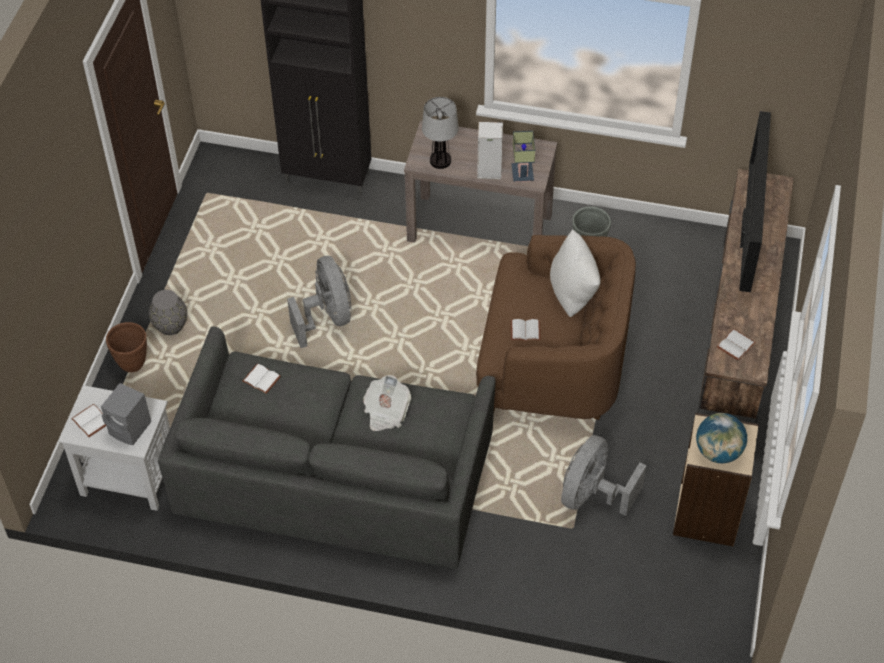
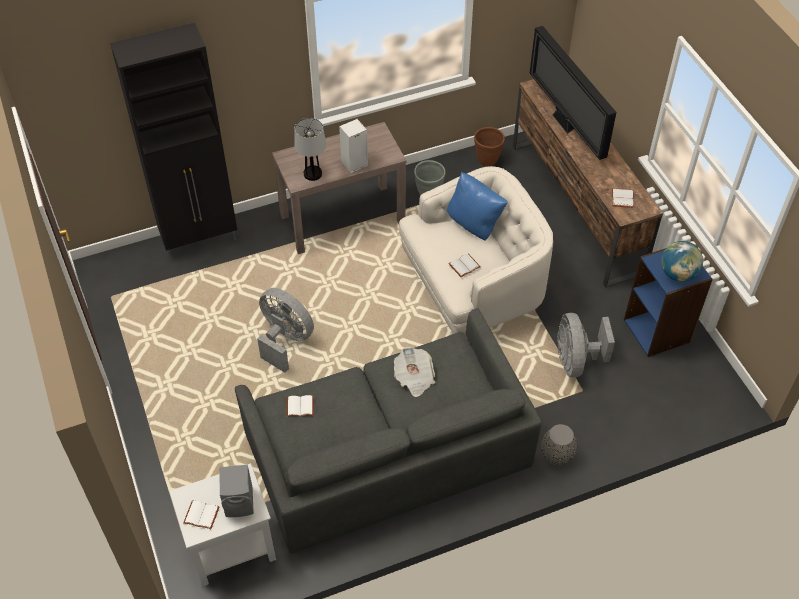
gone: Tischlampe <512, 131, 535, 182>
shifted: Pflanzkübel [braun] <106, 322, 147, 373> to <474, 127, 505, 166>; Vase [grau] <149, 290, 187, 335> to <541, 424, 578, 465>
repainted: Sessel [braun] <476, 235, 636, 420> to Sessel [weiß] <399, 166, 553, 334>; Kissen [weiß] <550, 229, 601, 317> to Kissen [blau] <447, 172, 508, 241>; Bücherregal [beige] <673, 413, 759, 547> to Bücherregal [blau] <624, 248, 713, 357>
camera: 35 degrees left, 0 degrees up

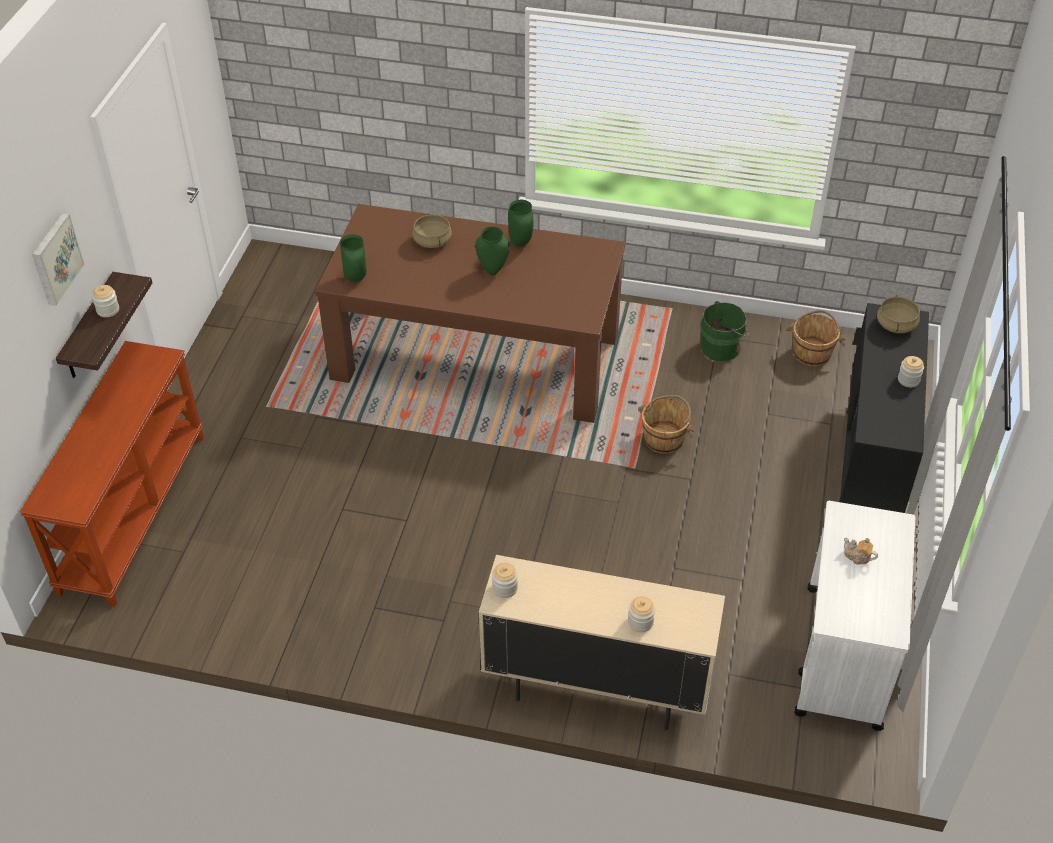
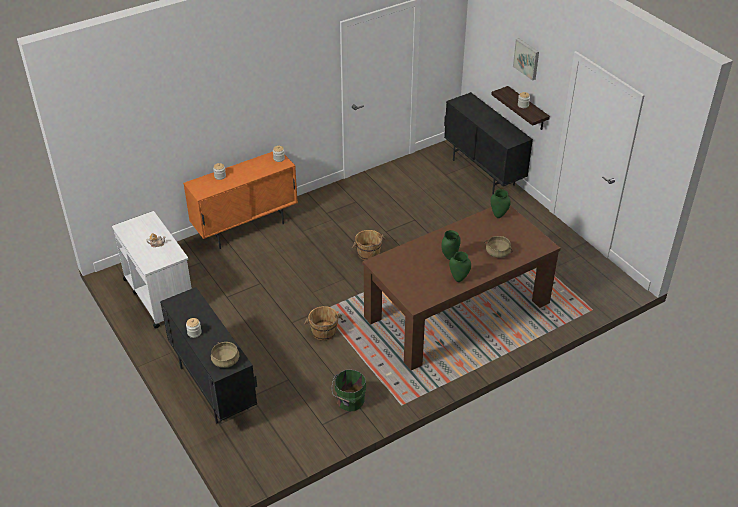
shifted: Eimer [braun] <786, 310, 845, 366> to <352, 230, 385, 260>
swapped: Konsolentisch [braun] <20, 341, 204, 607> to Schrank [schwarz] <444, 92, 533, 194>
repainted: Schrank [beige] <479, 555, 725, 730> to Schrank [orange] <183, 152, 298, 249>
camera: 135 degrees right, 5 degrees down

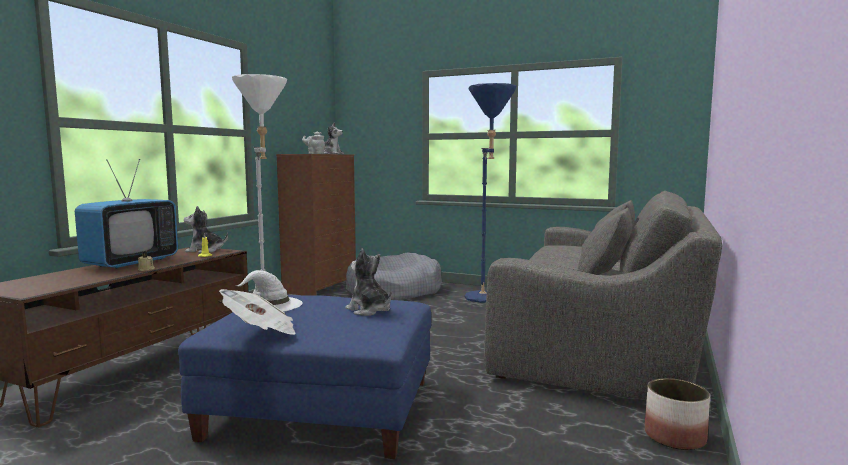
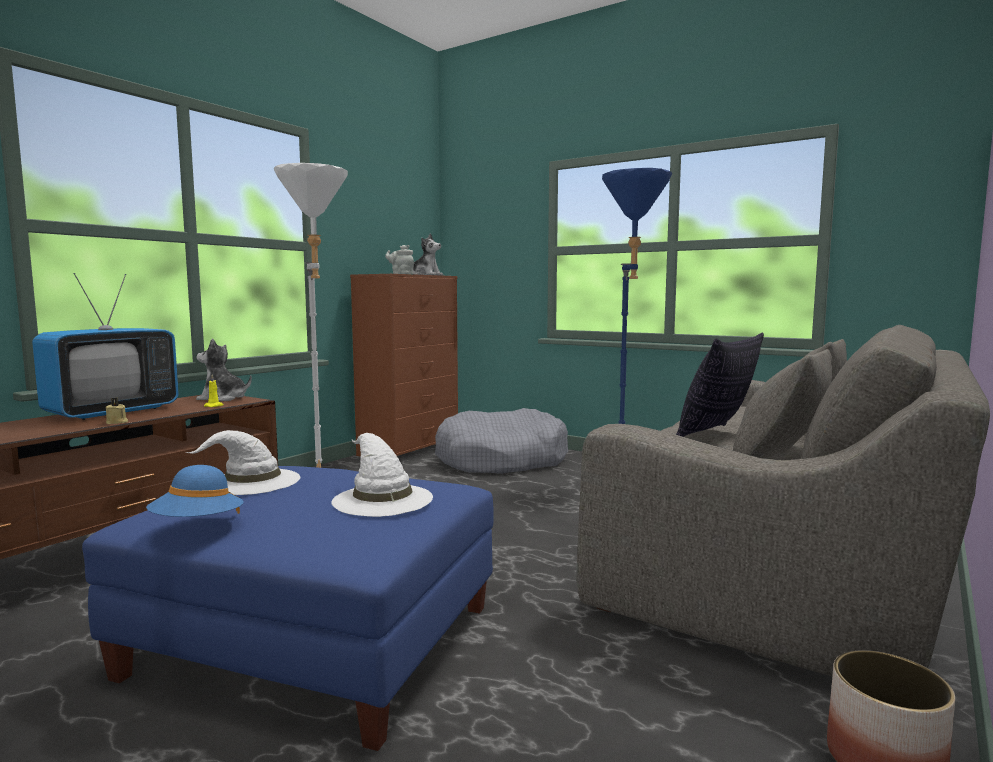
new: Kissen <676, 333, 764, 437>
swapped: Zeitung <219, 289, 296, 335> to Hut [blau] <146, 465, 244, 517>; Plüschtier <345, 249, 392, 316> to Hut [weiß] <331, 433, 433, 517>
camera: 10 degrees right, 0 degrees up

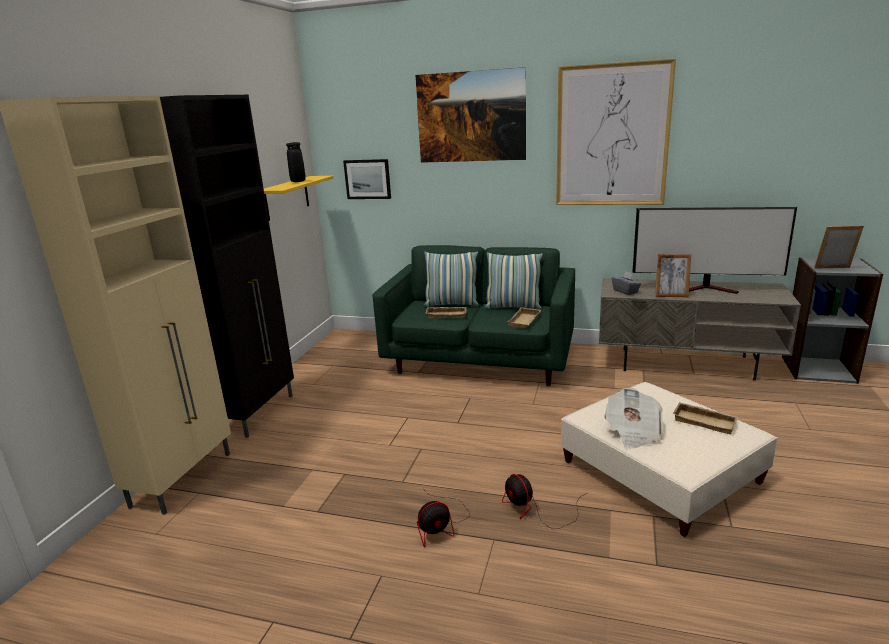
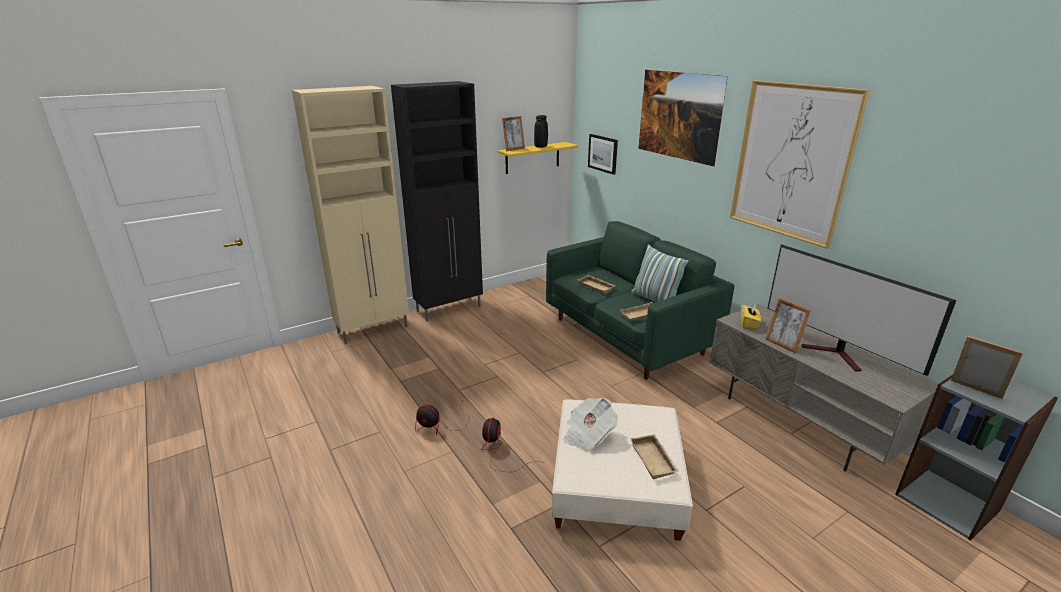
gone: Kissen <424, 251, 479, 307>
new: Bilderrahmen <502, 116, 525, 151>
repainted: Taschentuchbox [grau] <612, 271, 641, 295> to Taschentuchbox [gelb] <741, 303, 761, 329>
camera: 40 degrees right, 5 degrees up

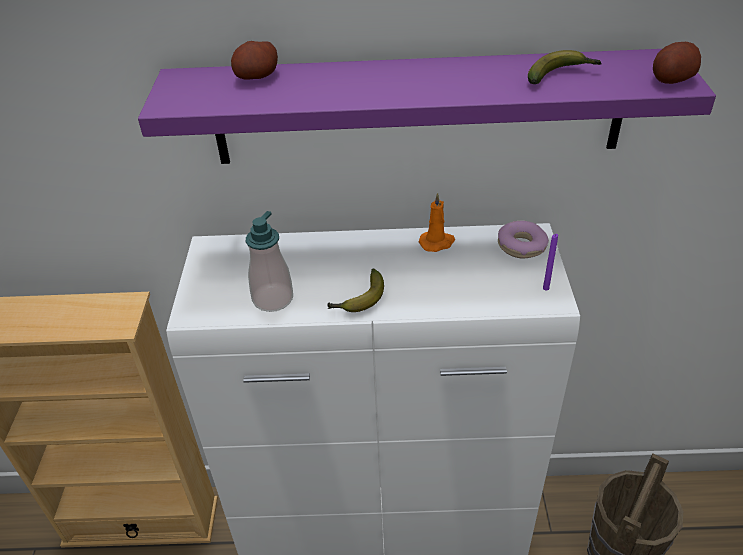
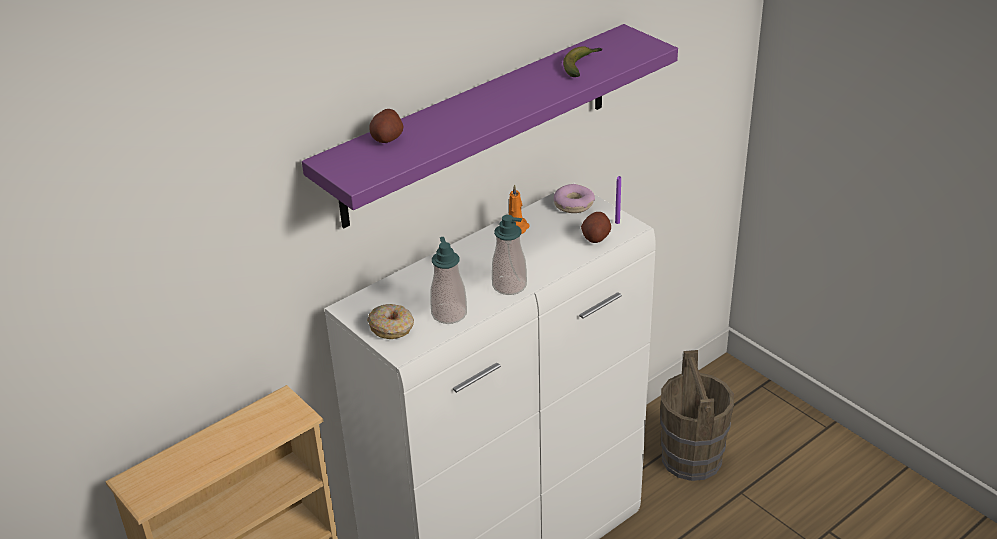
new: Donut <367, 304, 414, 339>
shifted: Kartoffel <653, 42, 701, 84> to <581, 212, 611, 243>
swapped: Banane <327, 269, 384, 312> to Seifenspender <492, 215, 527, 295>
camera: 40 degrees left, 5 degrees down

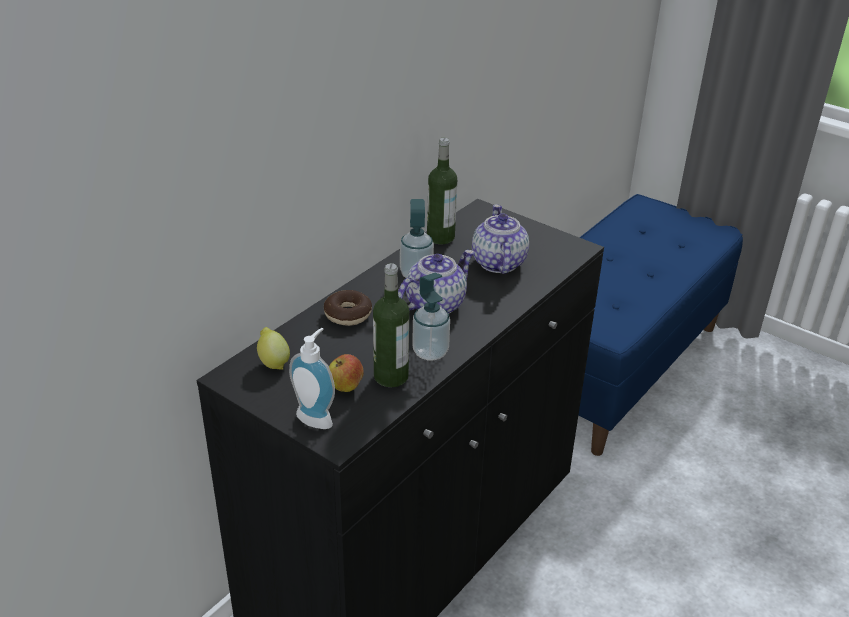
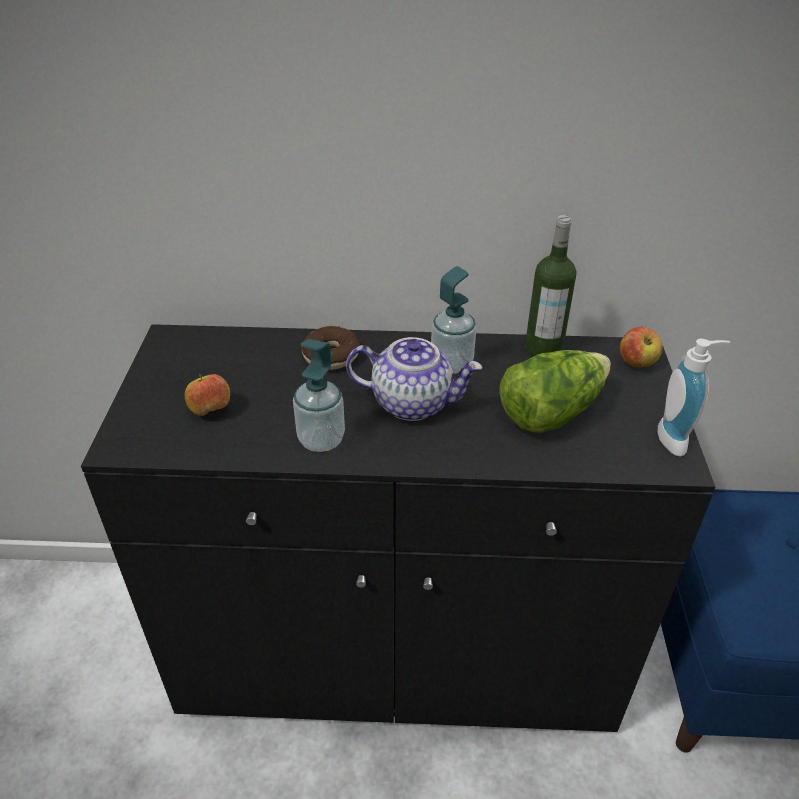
gone: Zitrone <257, 327, 290, 369>; Flasche <373, 263, 409, 387>
new: Apfel <620, 327, 663, 367>
shifted: Seifenspender <289, 328, 335, 429> to <658, 339, 731, 457>
swapped: Teekanne <472, 204, 529, 274> to Salatkopf <499, 350, 611, 433>
camera: 55 degrees right, 5 degrees up

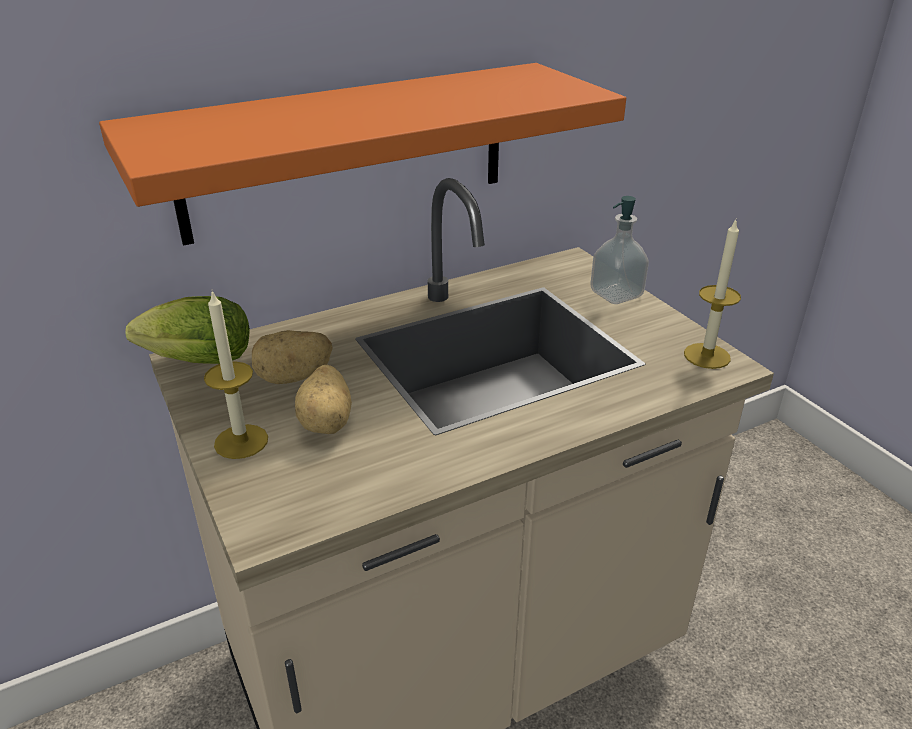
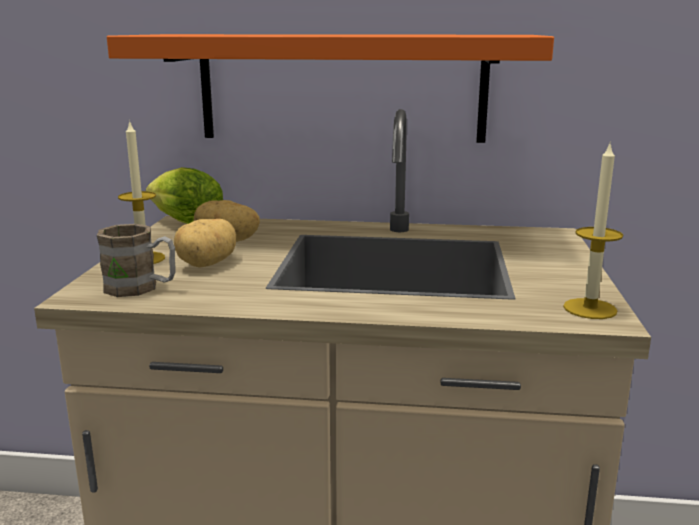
gone: Seifenspender <590, 196, 649, 304>
new: Henkelbecher [braun] <97, 224, 175, 297>
camera: 35 degrees right, 15 degrees down

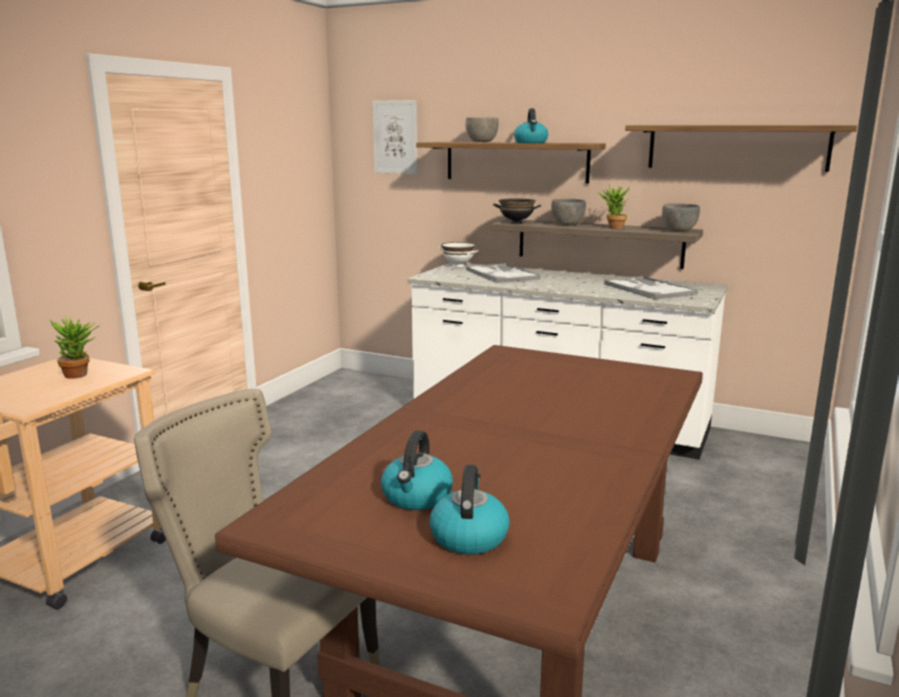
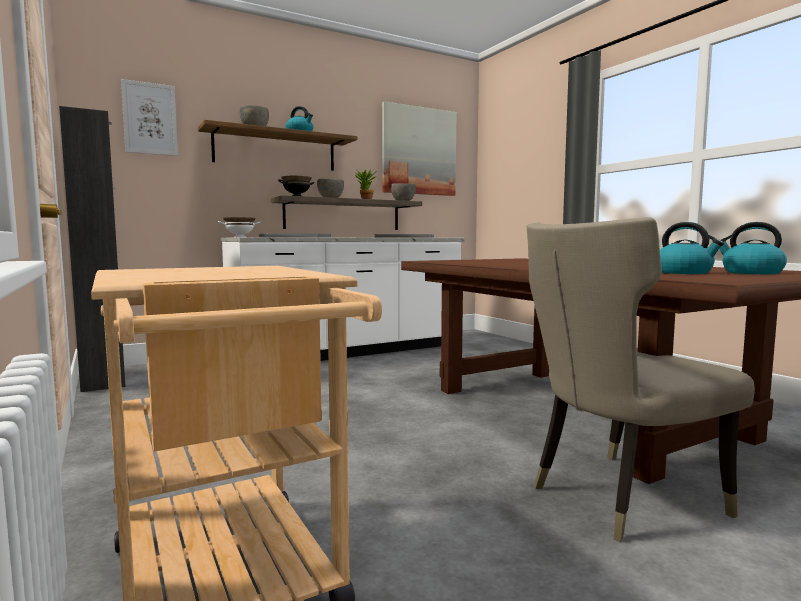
gone: Topfpflanze <49, 316, 100, 379>
new: Schrank [schwarz] <59, 106, 125, 392>
swapped: Wandregal <625, 125, 857, 172> to Bild <382, 102, 457, 196>
camera: 55 degrees left, 10 degrees down

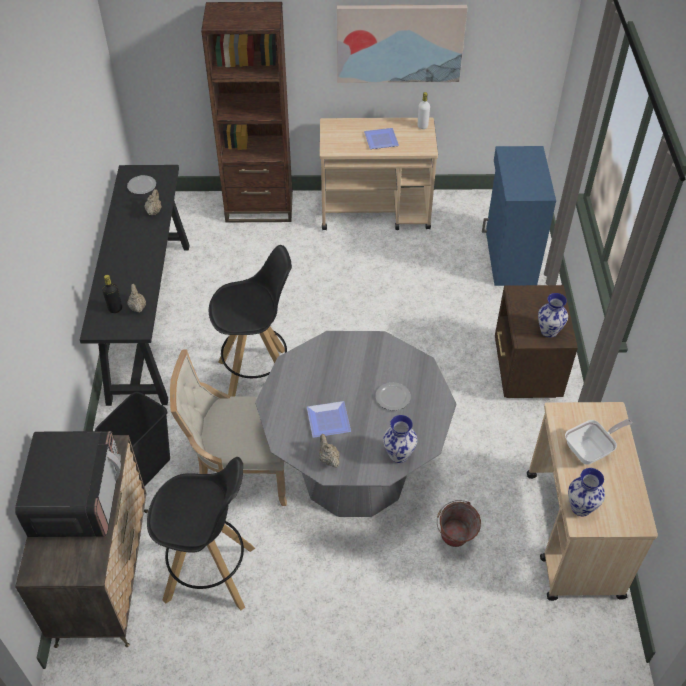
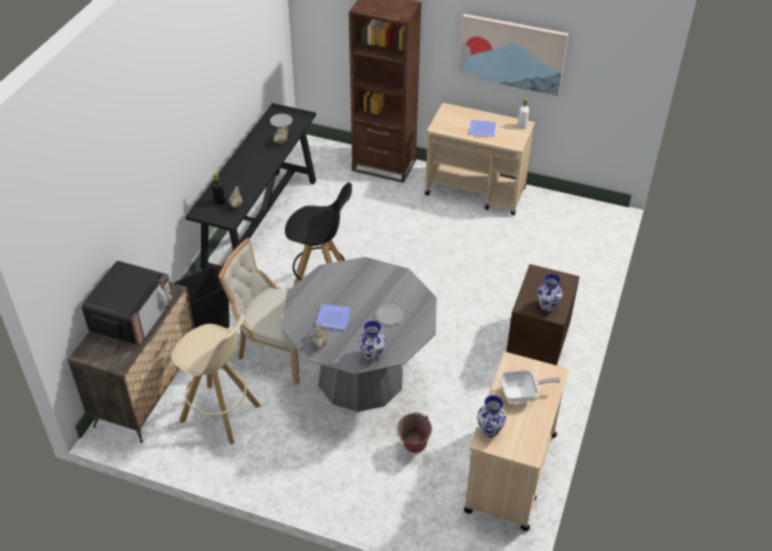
gone: Schrank [blau] <482, 146, 556, 286>
repainted: Hocker [schwarz] <147, 457, 255, 610> to Hocker [beige] <171, 314, 261, 445>
camera: 20 degrees right, 5 degrees down

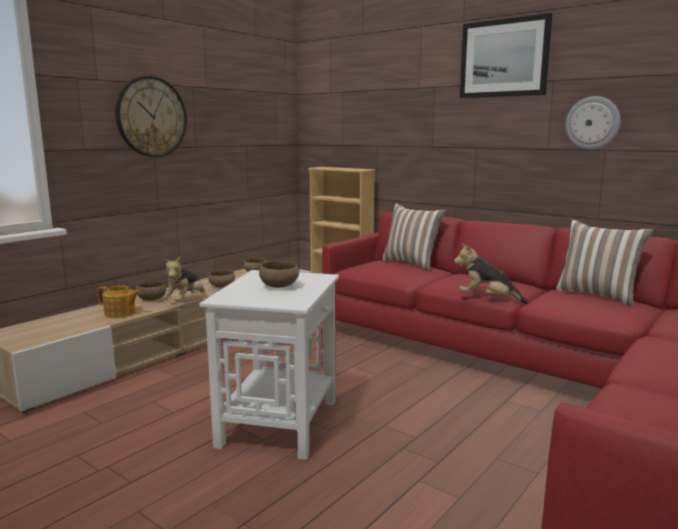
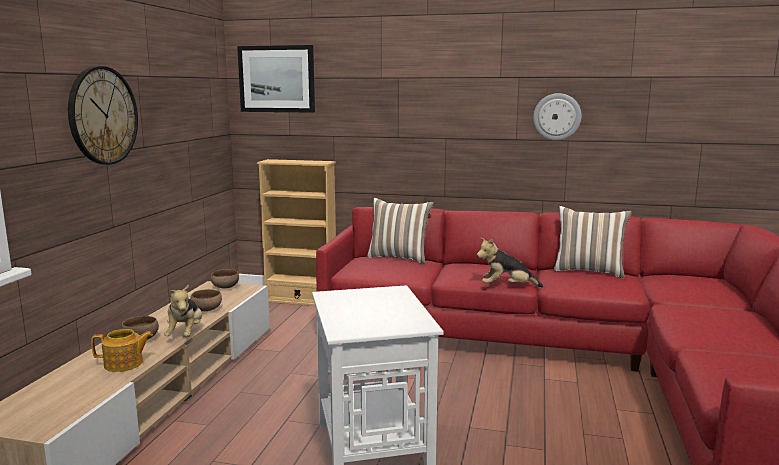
gone: Schüssel [braun] <259, 261, 299, 288>
shifted: Bild <460, 13, 552, 98> to <237, 45, 315, 113>
camera: 25 degrees left, 0 degrees up

